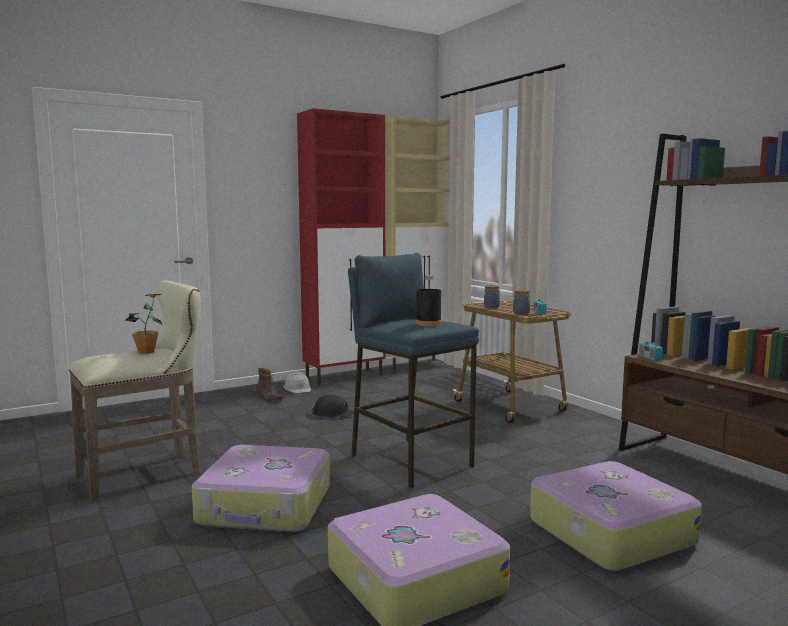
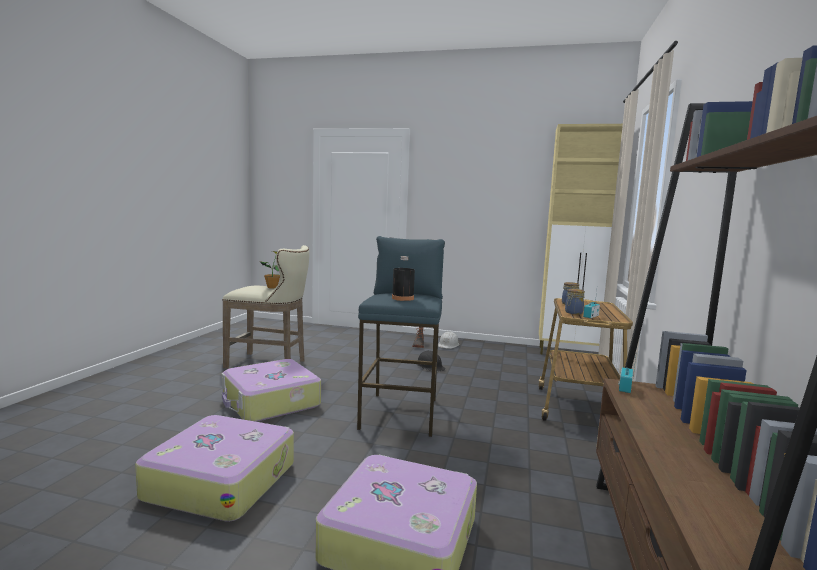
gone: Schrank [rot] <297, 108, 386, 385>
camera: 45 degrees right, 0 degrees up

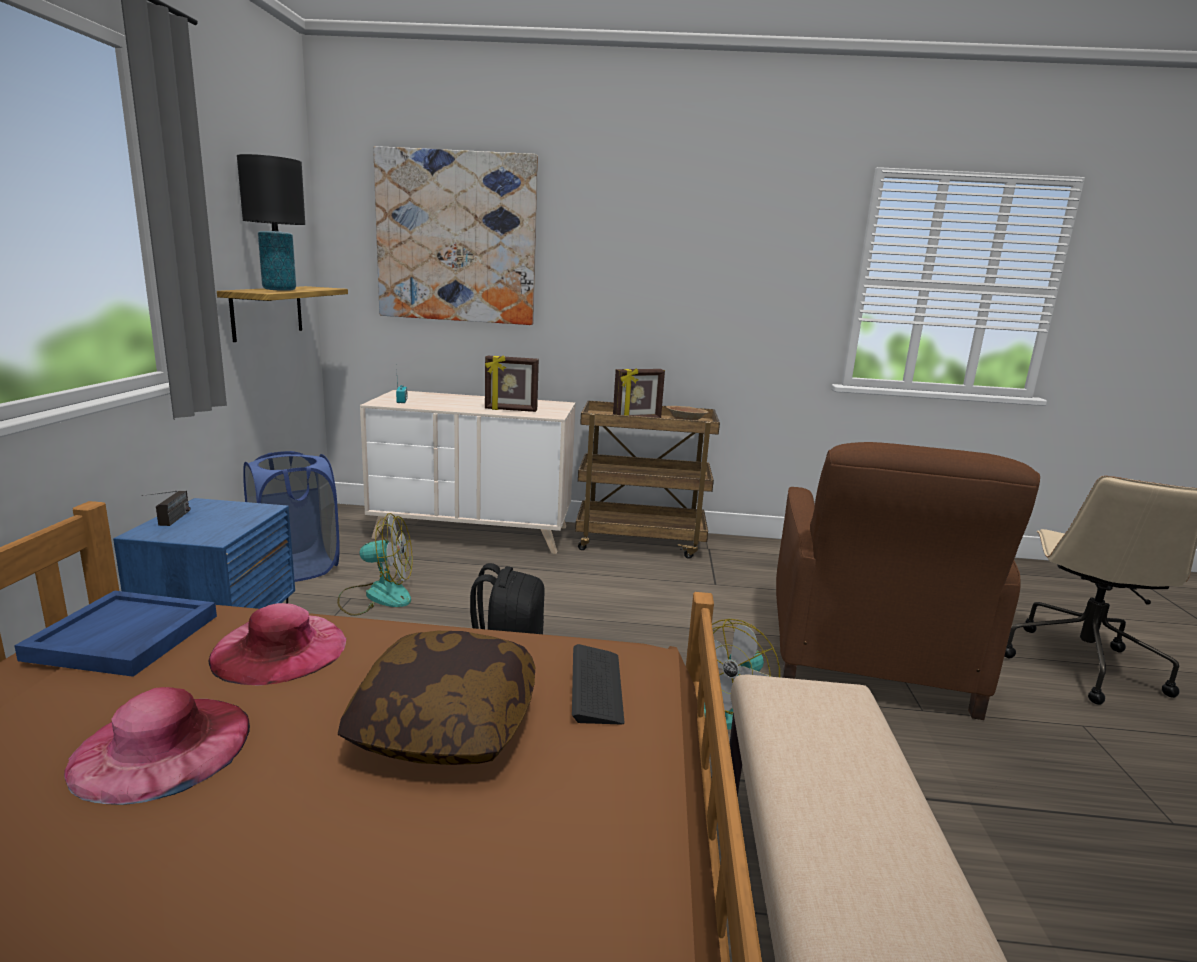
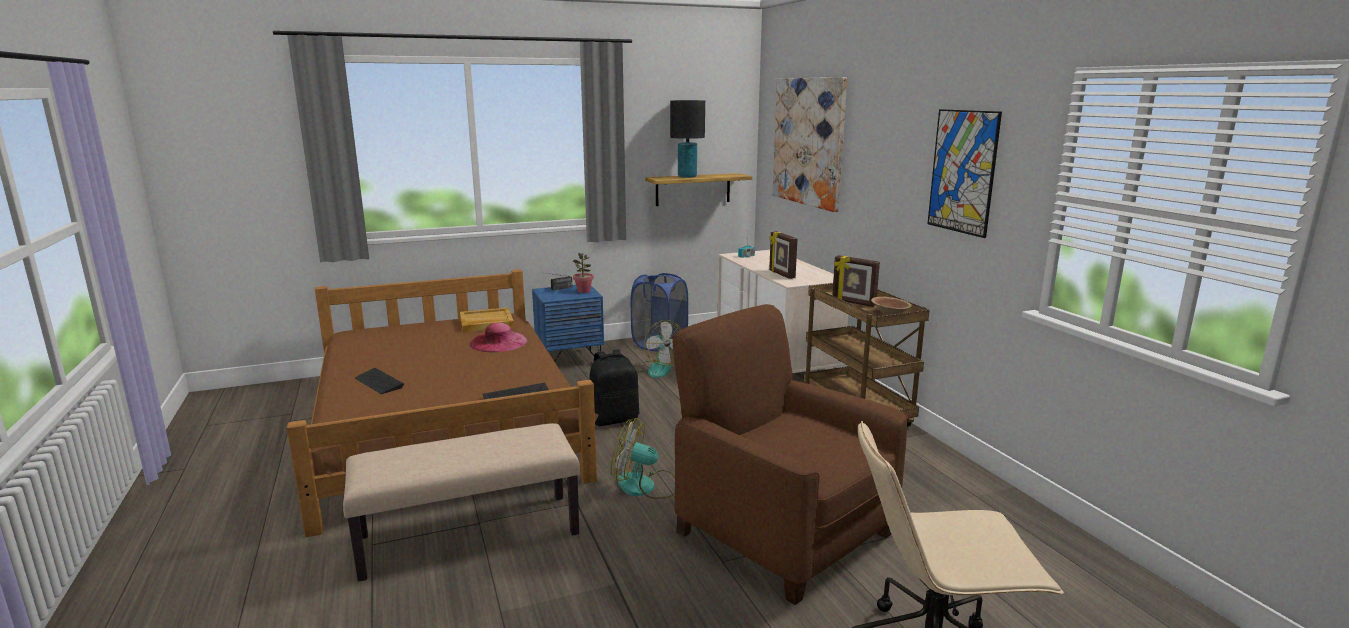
gone: Hut [rosa] <64, 687, 250, 805>; Kissen <338, 631, 535, 765>
new: Tastatur <355, 368, 404, 394>; Topfpflanze <573, 253, 594, 293>; Bild <927, 109, 1002, 238>
repainted: Tablett [blau] <14, 590, 217, 677> to Tablett [beige] <460, 308, 514, 333>
rotated: Sessel [braun] <776, 442, 1040, 720> = <672, 304, 908, 605> 60 degrees clockwise
camera: 65 degrees right, 0 degrees up

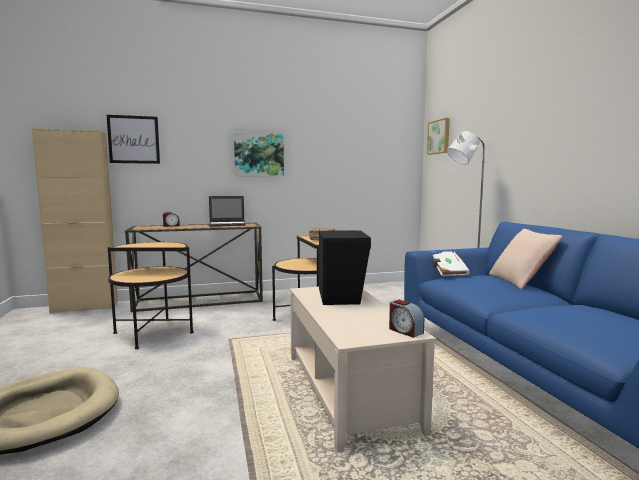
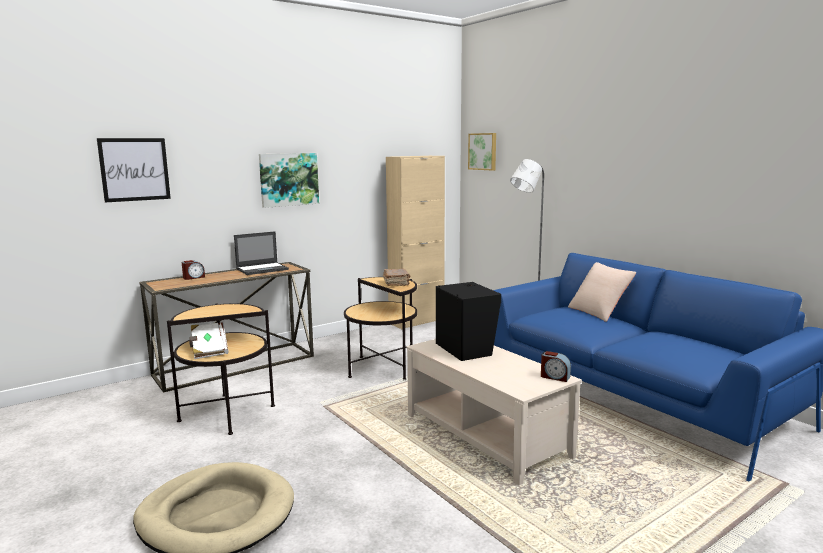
shifted: Schrank [beige] <32, 128, 118, 314> to <386, 156, 445, 330>; Buch [weiß] <431, 251, 470, 276> to <189, 322, 229, 359>
camera: 20 degrees left, 5 degrees up

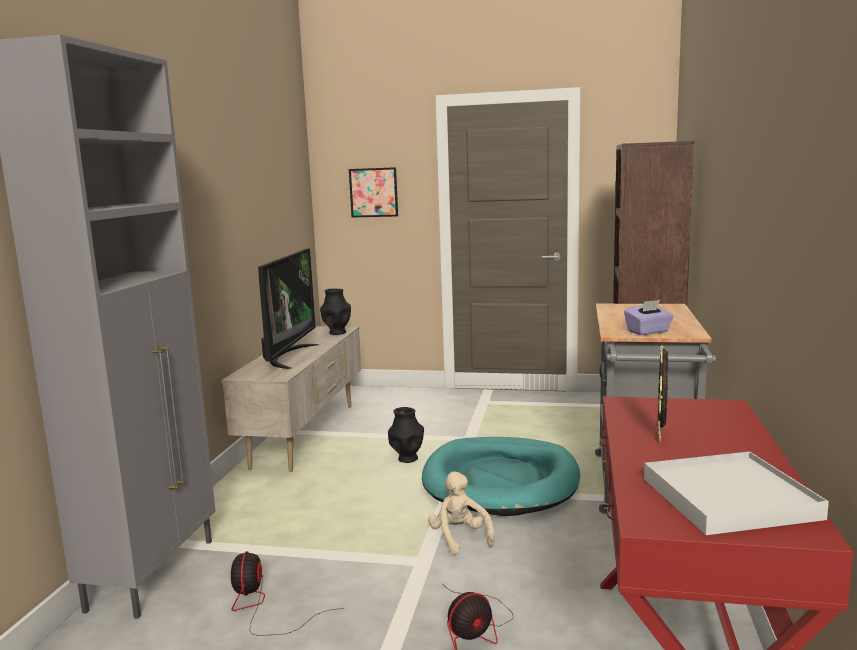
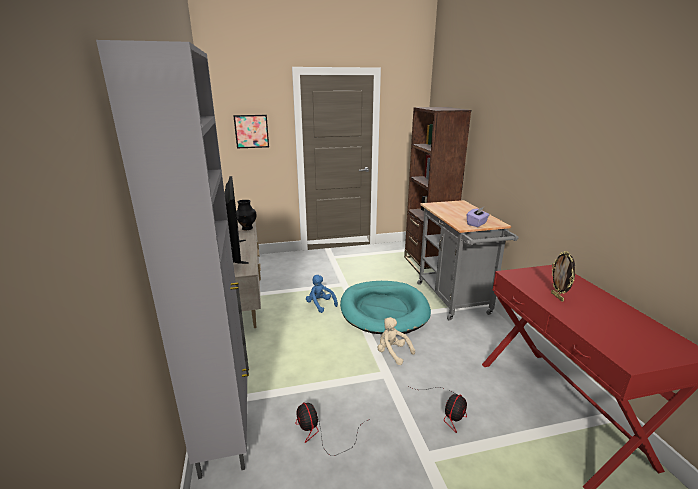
gone: Tablett [weiß] <644, 451, 829, 535>
swapped: Vase [schwarz] <388, 407, 424, 463> to Plüschtier [blau] <306, 275, 338, 313>
camera: 25 degrees left, 10 degrees up

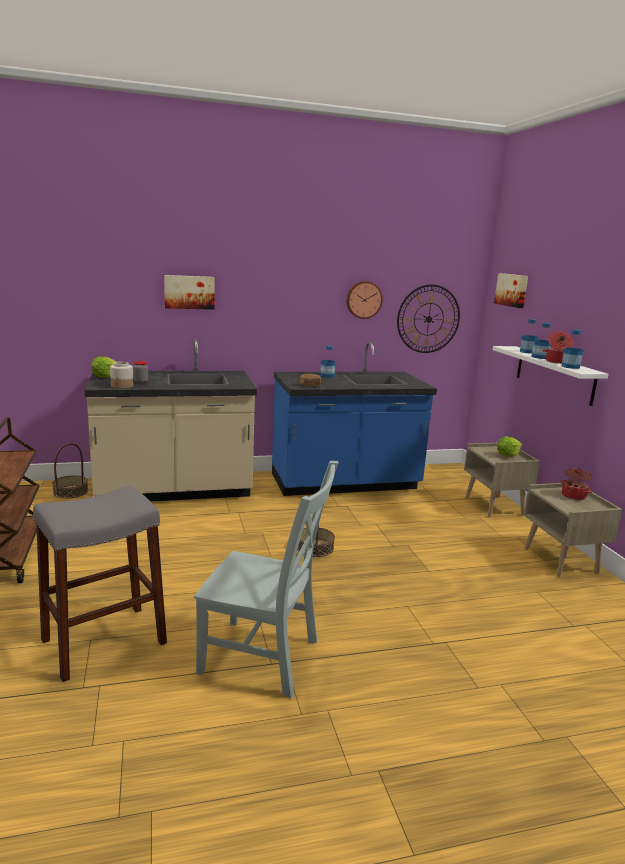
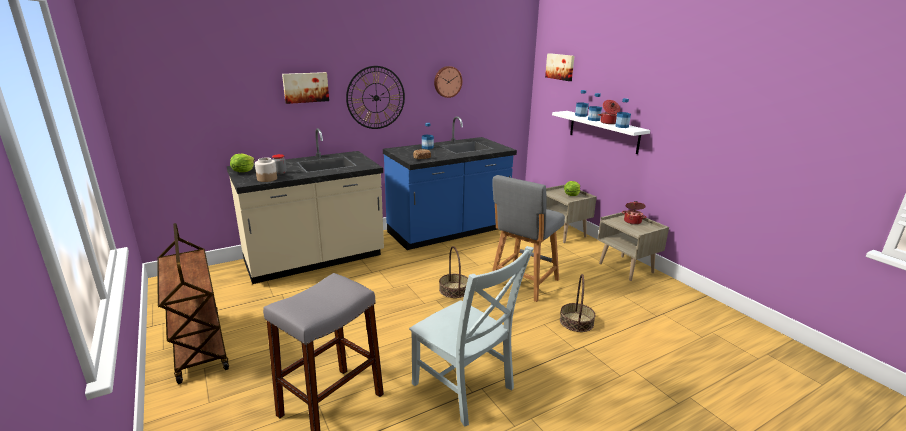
new: Hocker [grau] <492, 175, 565, 302>
shifted: Korb <52, 443, 88, 499> to <560, 274, 596, 332>; Wanduhr <397, 284, 460, 353> to <346, 66, 405, 129>
rotated: Stuhl [grau] <194, 461, 338, 699> = <409, 246, 534, 427> 45 degrees clockwise
camera: 15 degrees left, 5 degrees up

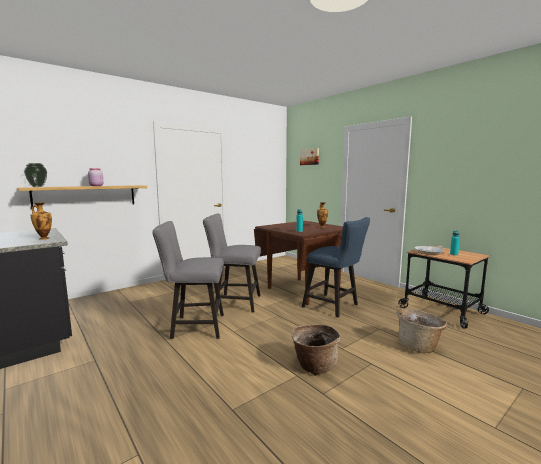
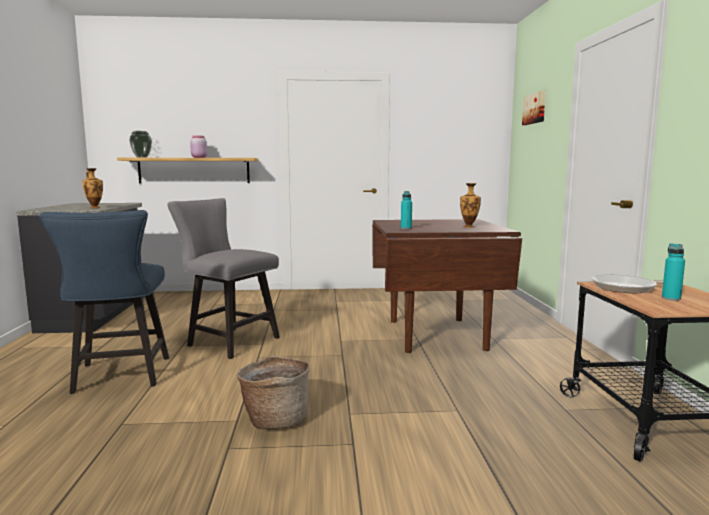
gone: Stuhl [grau] <203, 213, 261, 313>; Korb <396, 309, 447, 353>
shifted: Stuhl [blau] <302, 217, 370, 318> to <39, 210, 169, 394>
camera: 35 degrees right, 0 degrees up

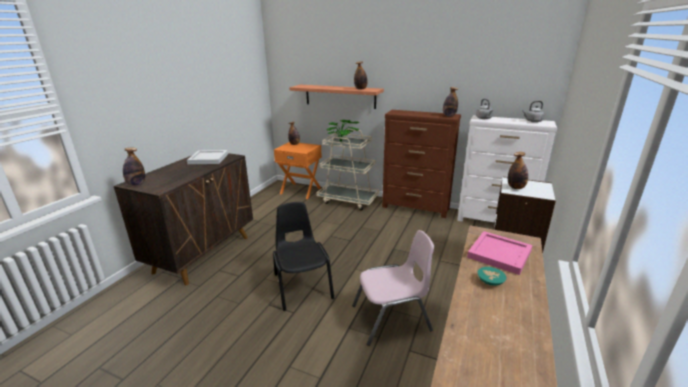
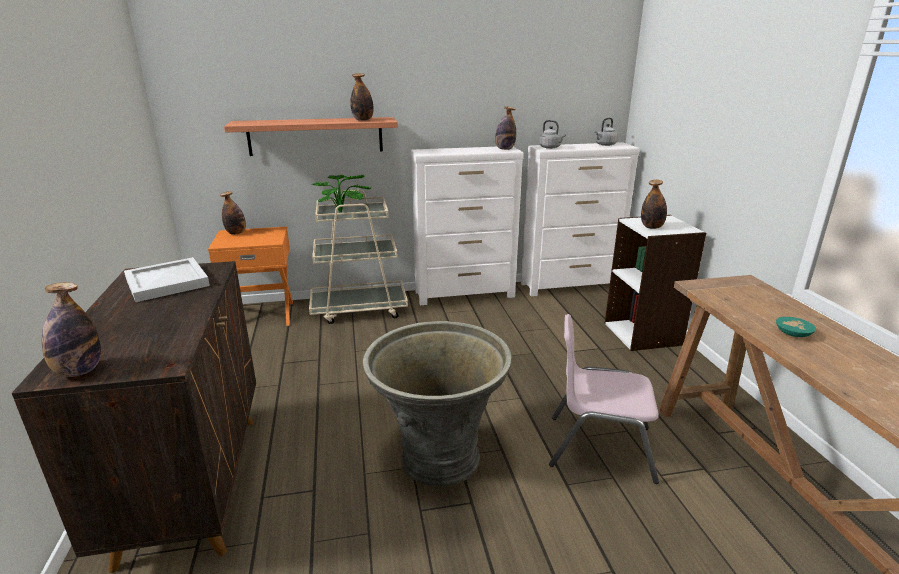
gone: Tablett [rosa] <467, 231, 533, 275>
swapped: Stuhl [schwarz] <273, 202, 334, 311> to Pflanzkübel [grau] <363, 321, 512, 487>
repainted: Kommode [braun] <382, 110, 461, 218> to Kommode [weiß] <411, 147, 524, 305>
rotated: Stuhl [rosa] <352, 230, 434, 346> = <549, 314, 659, 484> 120 degrees counterclockwise
camera: 35 degrees left, 0 degrees up

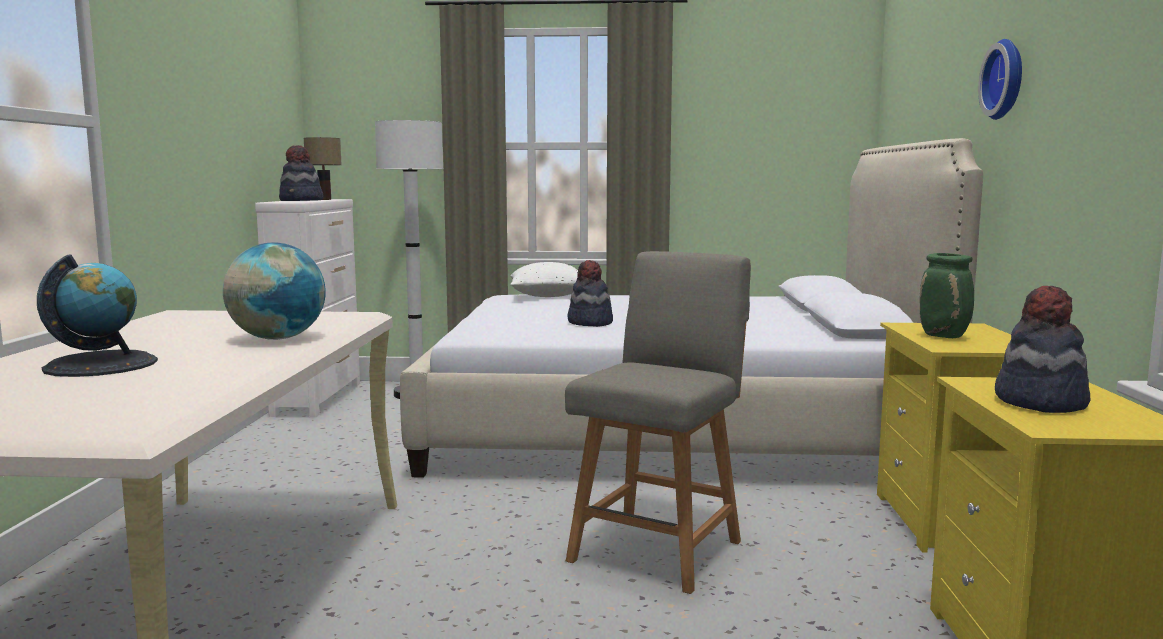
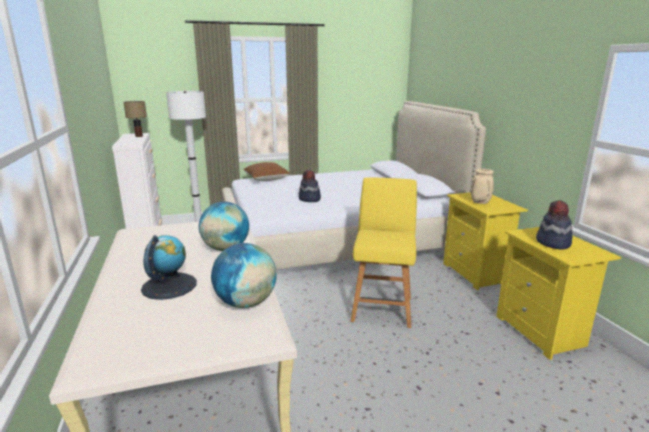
gone: Hut <279, 145, 324, 201>; Wanduhr <978, 39, 1022, 120>
new: Globus <211, 243, 277, 308>
repainted: Kissen [weiß] <510, 262, 578, 297> to Kissen [braun] <243, 162, 291, 181>; Stuhl [grau] <565, 251, 751, 594> to Stuhl [gelb] <350, 177, 417, 328>; Vase [grün] <919, 253, 974, 338> to Vase [beige] <471, 168, 494, 204>
camera: 20 degrees left, 10 degrees up

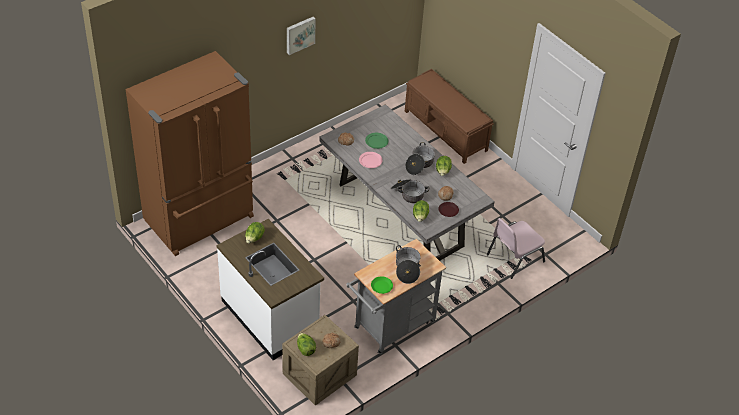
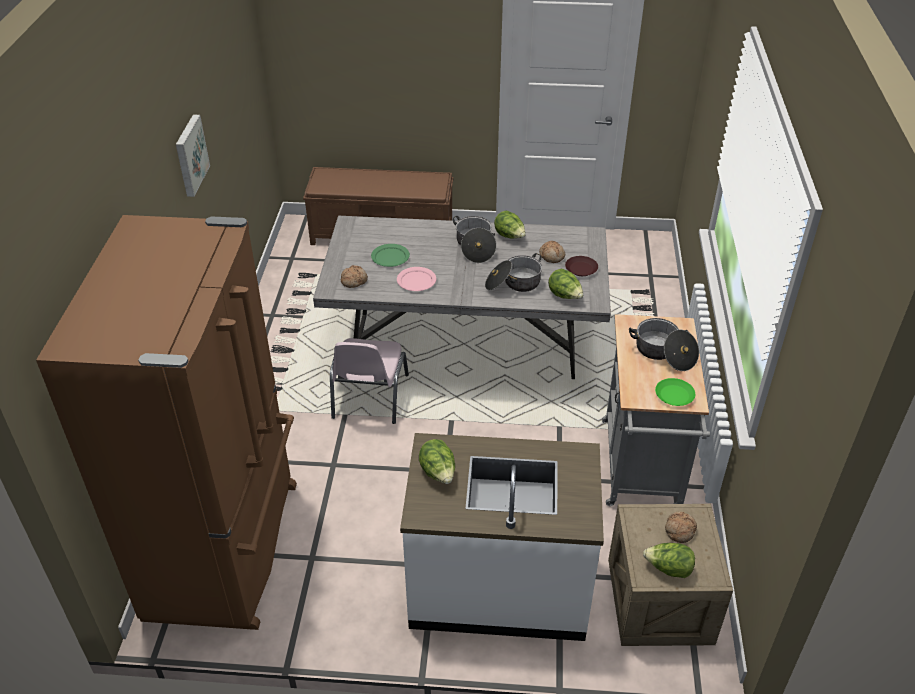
shifted: Stuhl [rosa] <487, 218, 545, 279> to <330, 338, 409, 424>
camera: 45 degrees left, 5 degrees down

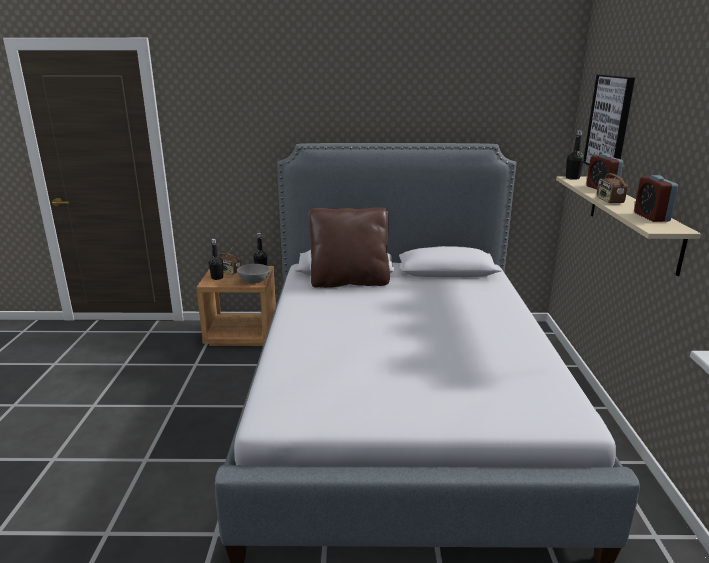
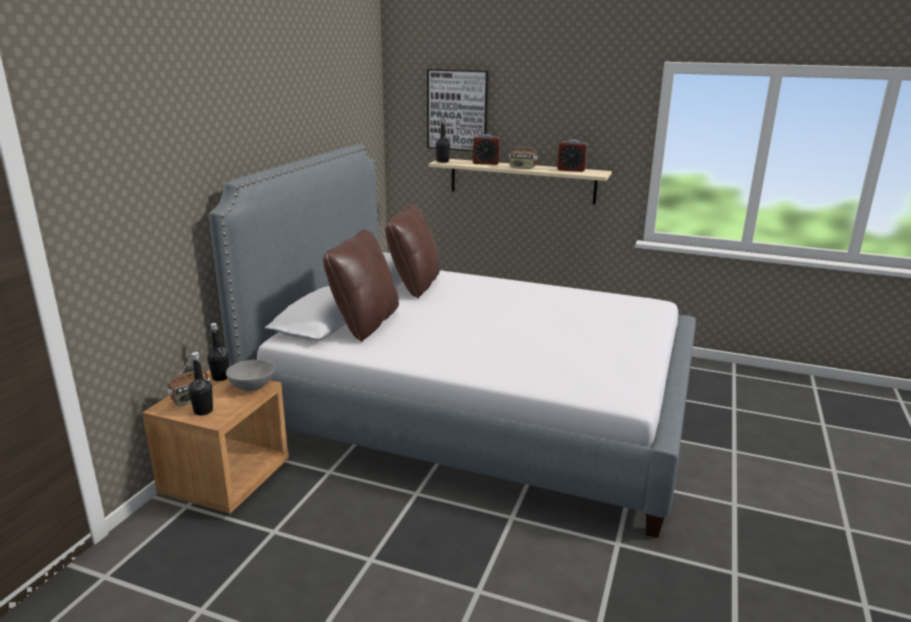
new: Kissen [braun] <385, 204, 440, 298>
camera: 70 degrees left, 0 degrees up

